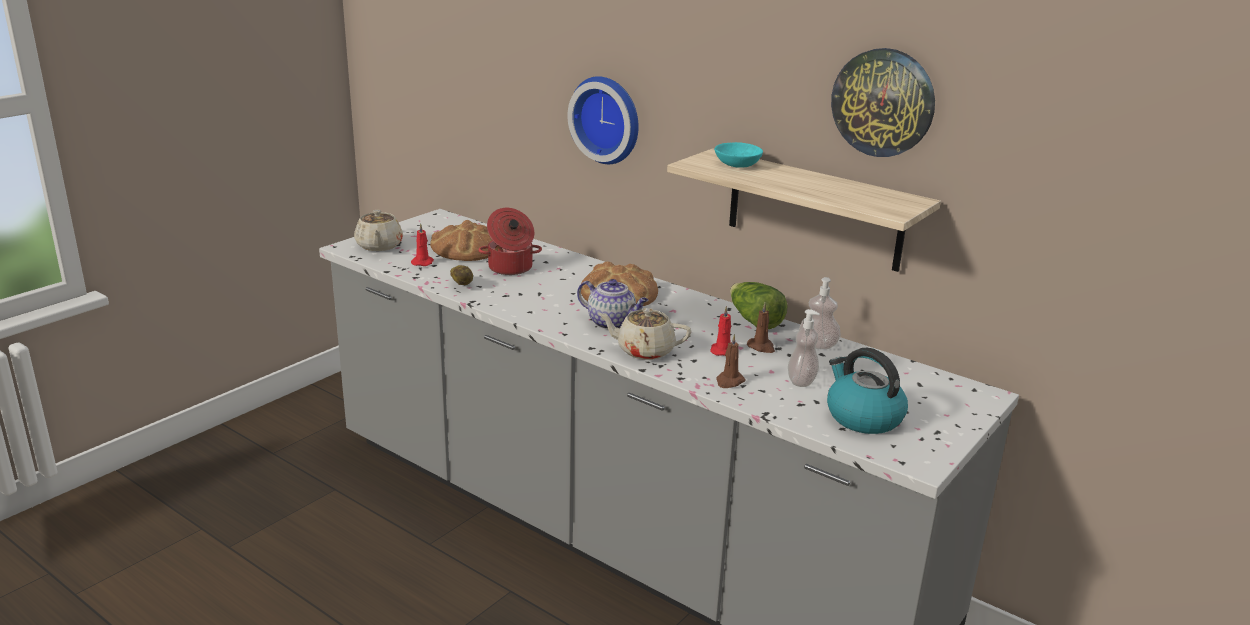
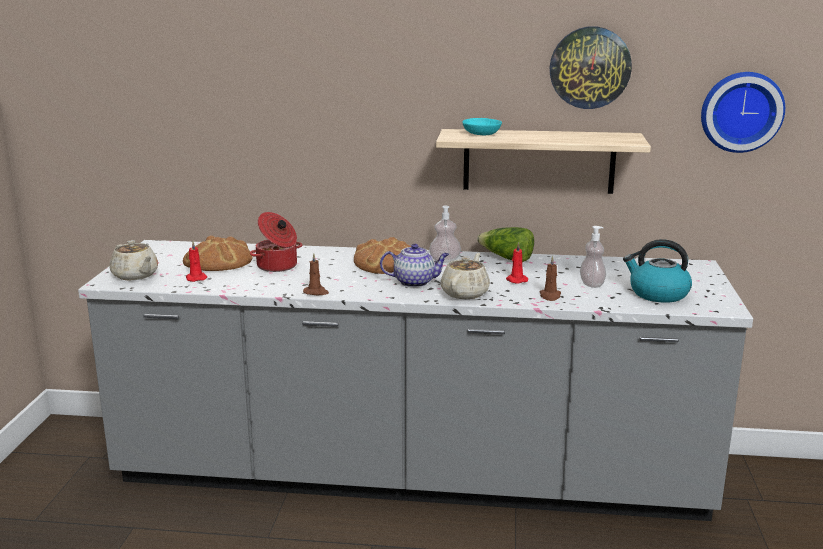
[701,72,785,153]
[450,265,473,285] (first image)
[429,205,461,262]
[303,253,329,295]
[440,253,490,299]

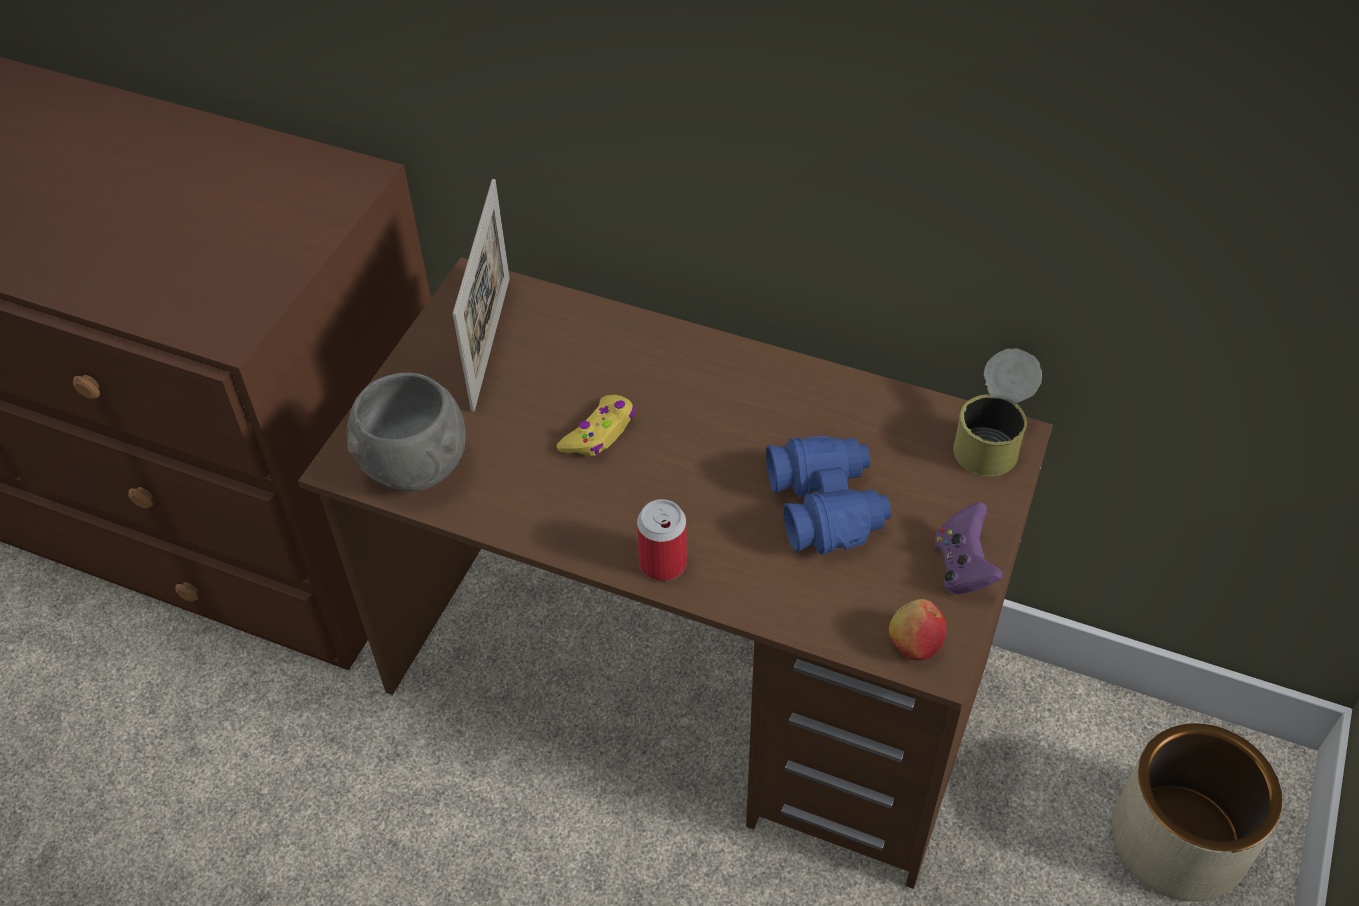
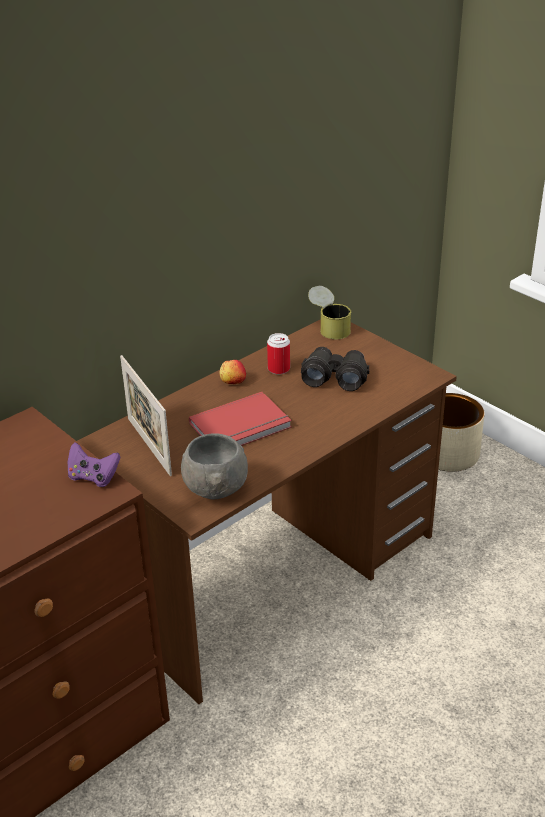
[120,355,172,476]
[189,392,292,446]
[301,347,369,391]
[267,333,290,374]
[68,443,121,487]
[219,360,246,384]

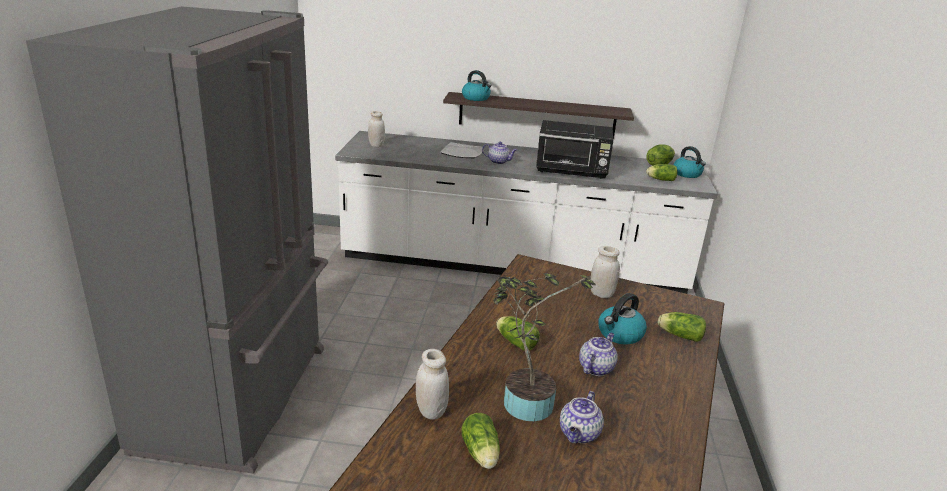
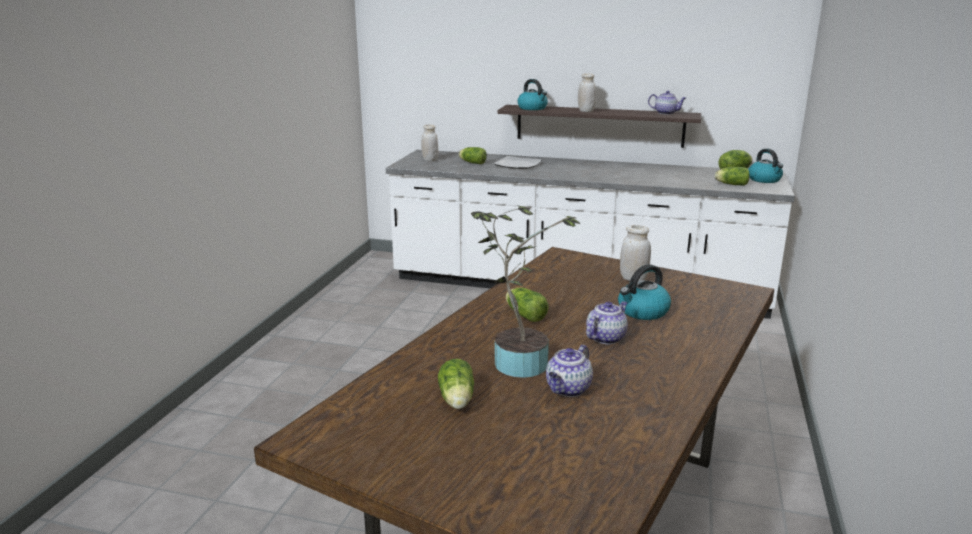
[26,6,328,474] (first image)
[536,120,613,179] (first image)
[648,91,686,115]
[459,147,487,164]
[578,73,596,112]

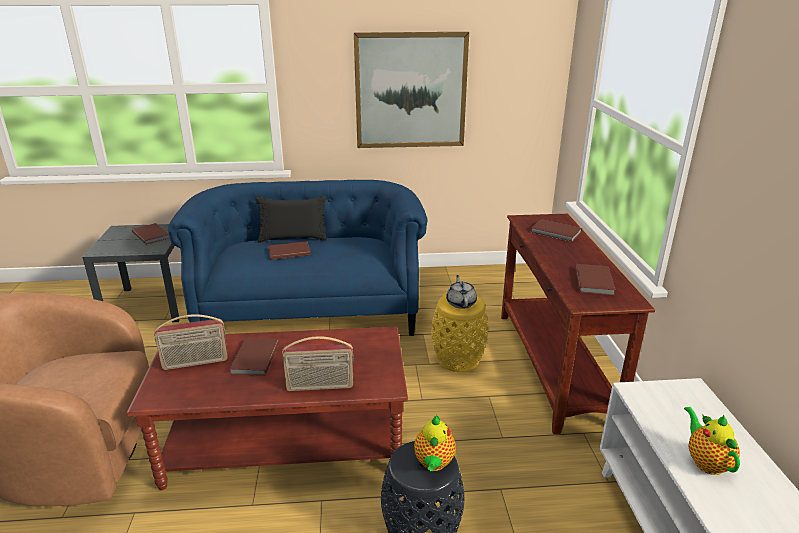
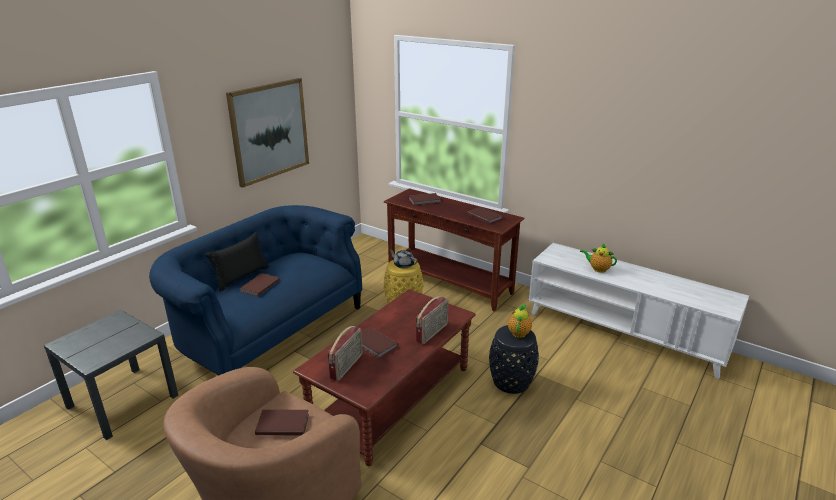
[255,410,309,435]
[508,304,532,338]

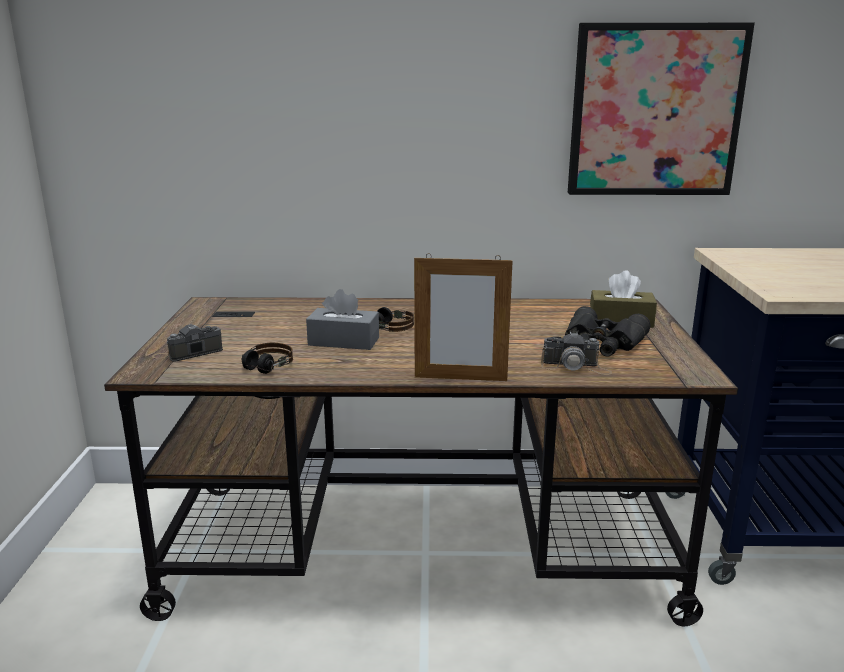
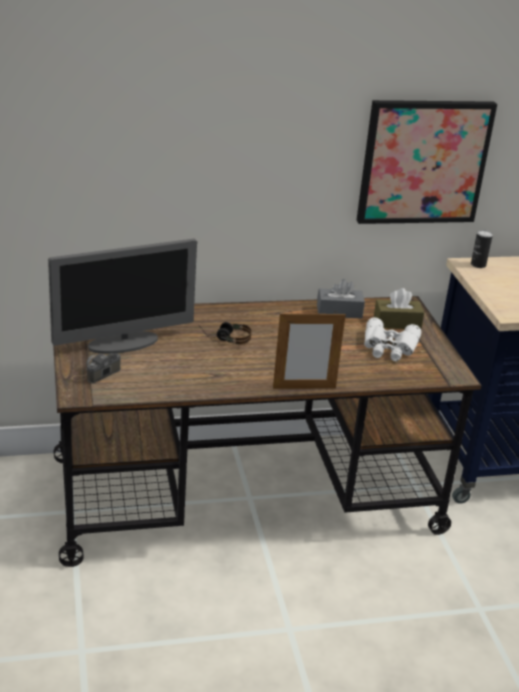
[317,279,365,319]
[364,317,421,361]
[541,332,612,375] (first image)
[242,343,293,374] (first image)
[471,230,493,268]
[48,239,197,354]

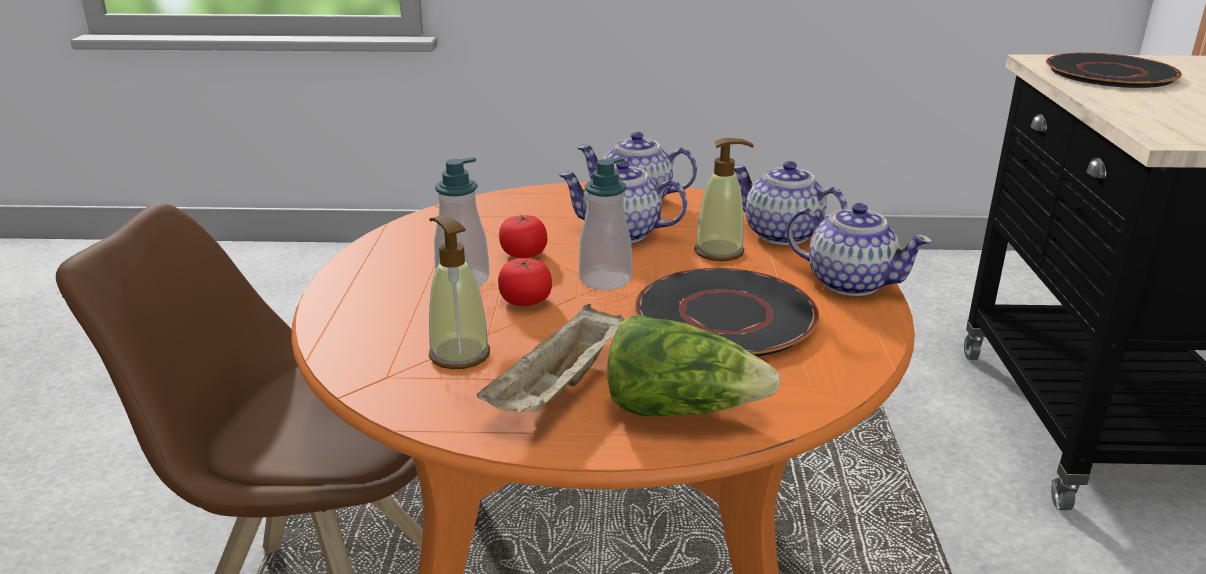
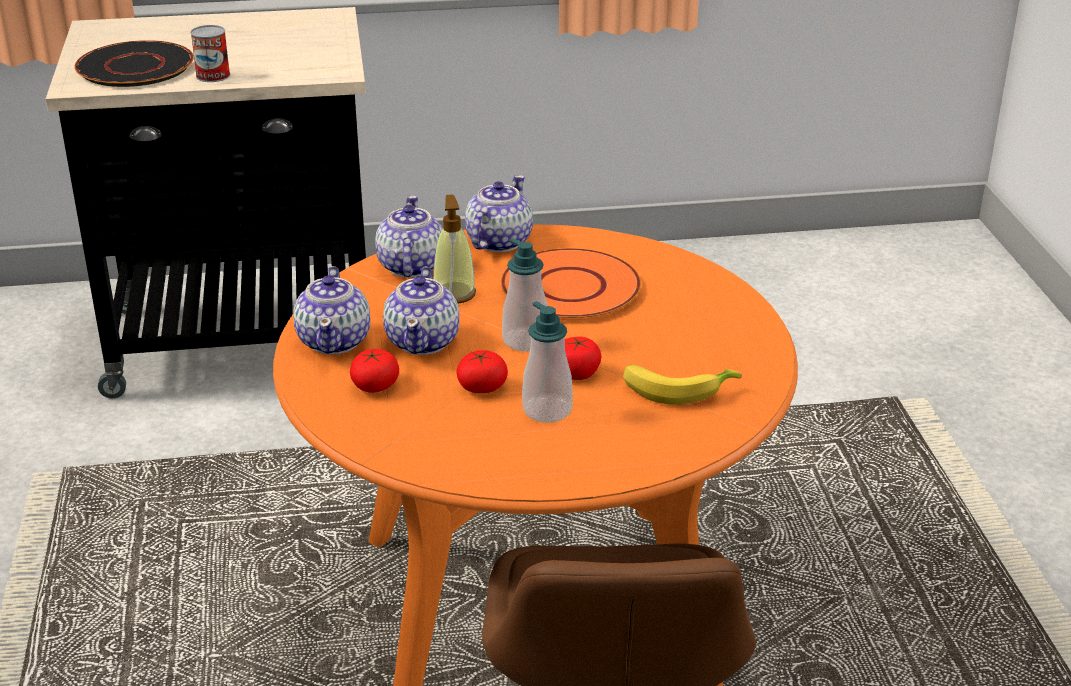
[375,196,443,277]
[623,365,742,405]
[501,248,641,320]
[477,304,625,413] (first image)
[607,315,780,416] (first image)
[190,25,230,82]
[350,349,399,393]

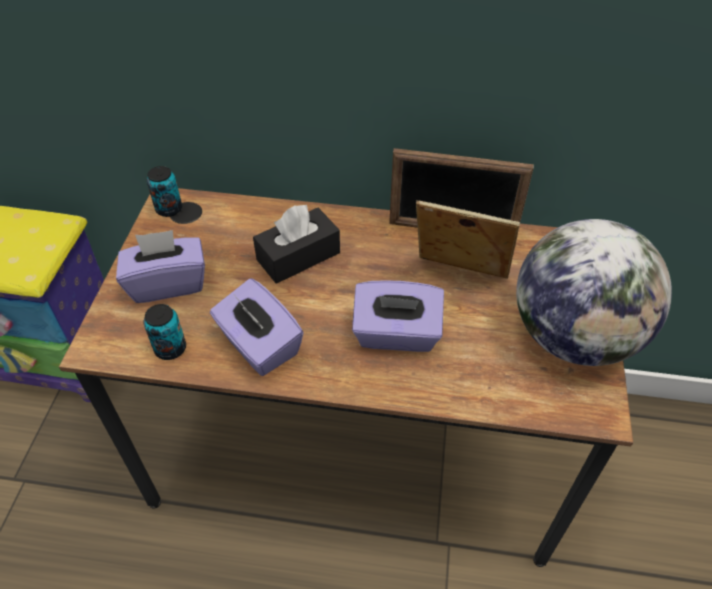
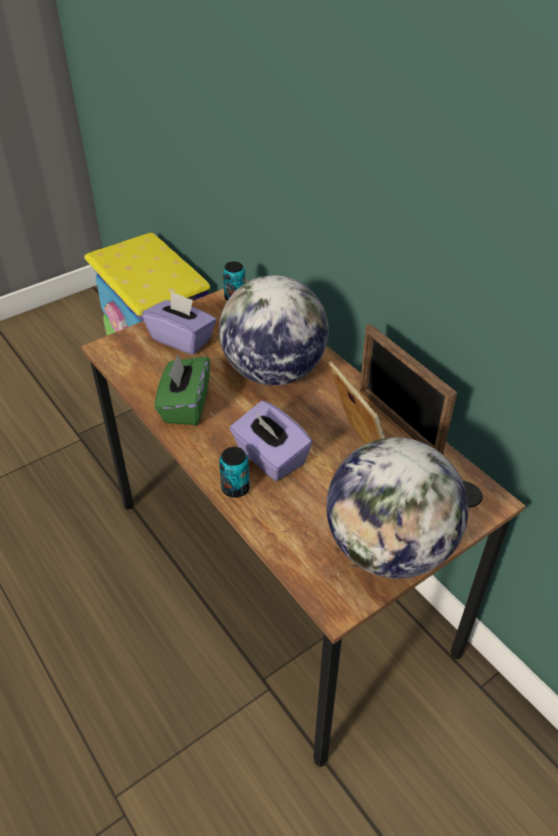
[219,275,328,386]
[155,354,210,425]
[219,447,250,498]

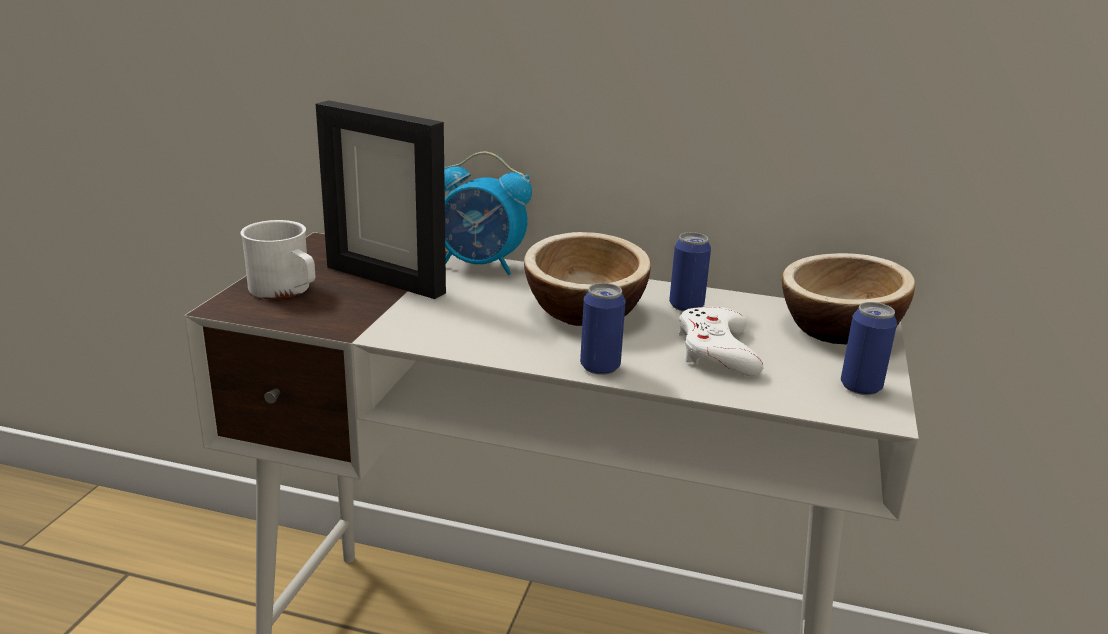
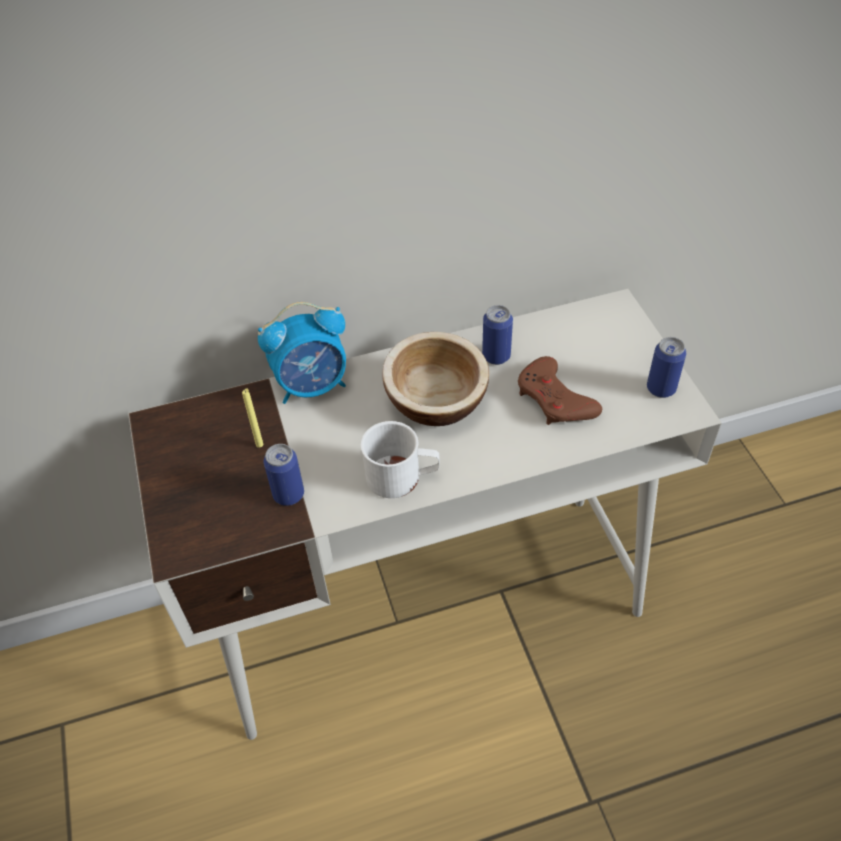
[242,389,263,448]
[360,421,440,498]
[782,253,915,345] (first image)
[264,444,304,506]
[518,356,602,425]

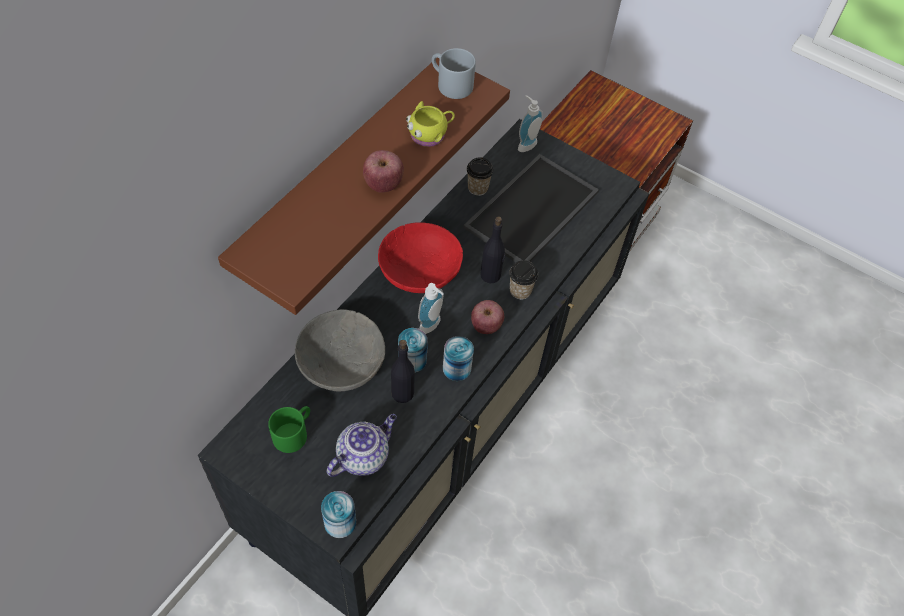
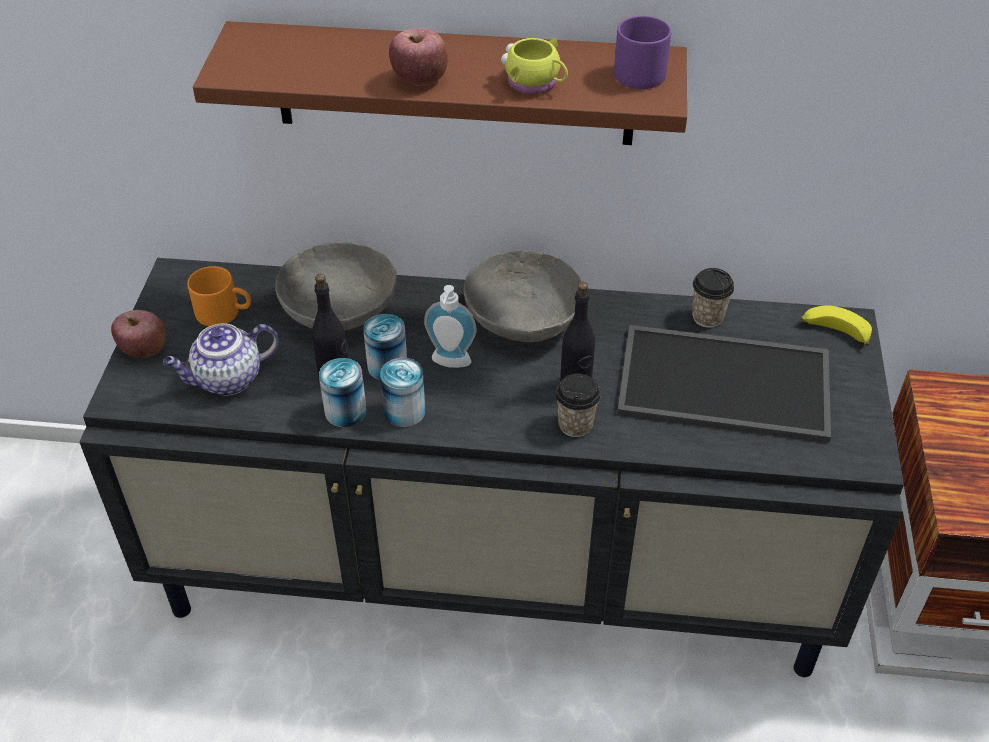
[614,16,671,89]
[801,306,872,346]
[464,250,583,342]
[111,310,166,358]
[187,266,251,326]
[163,323,279,396]
[319,358,366,427]

